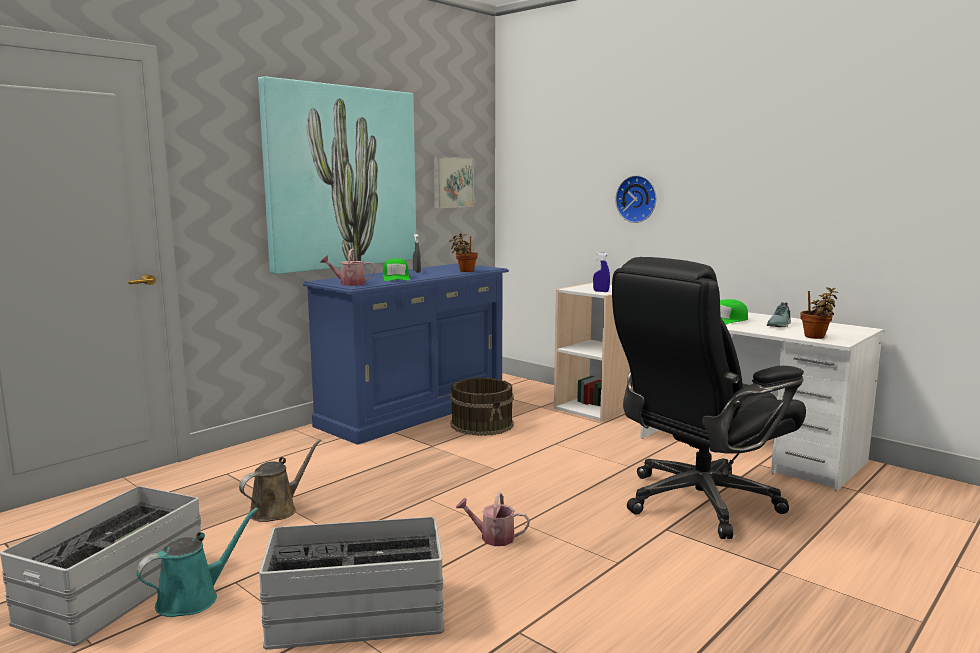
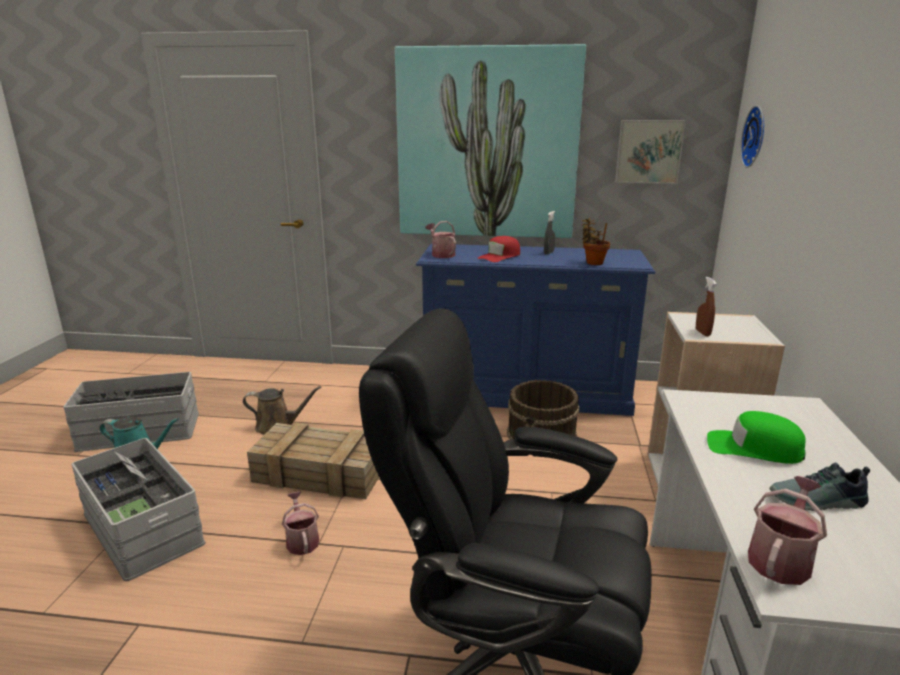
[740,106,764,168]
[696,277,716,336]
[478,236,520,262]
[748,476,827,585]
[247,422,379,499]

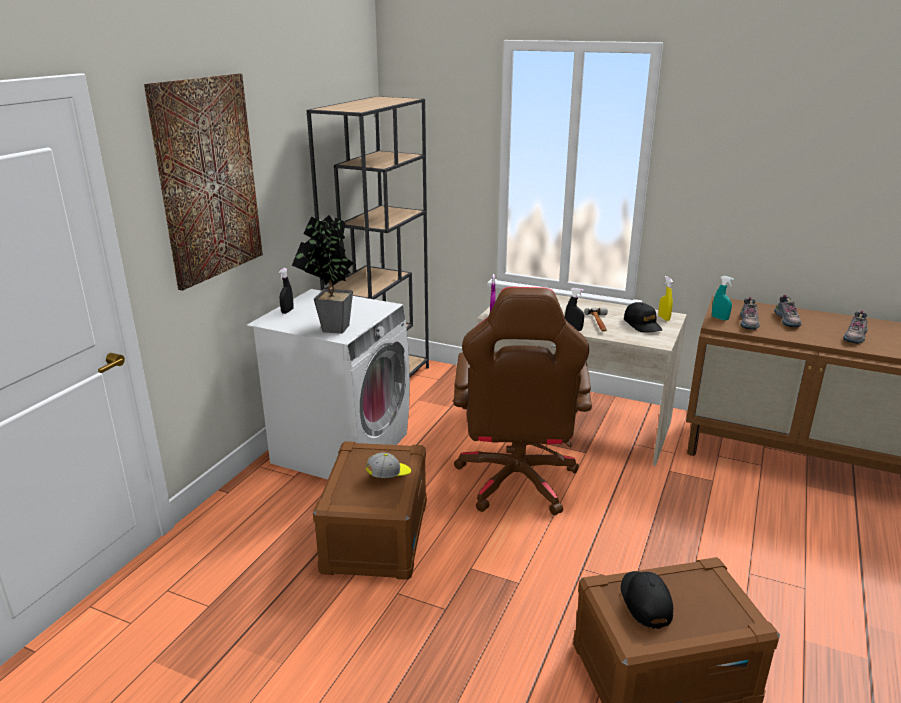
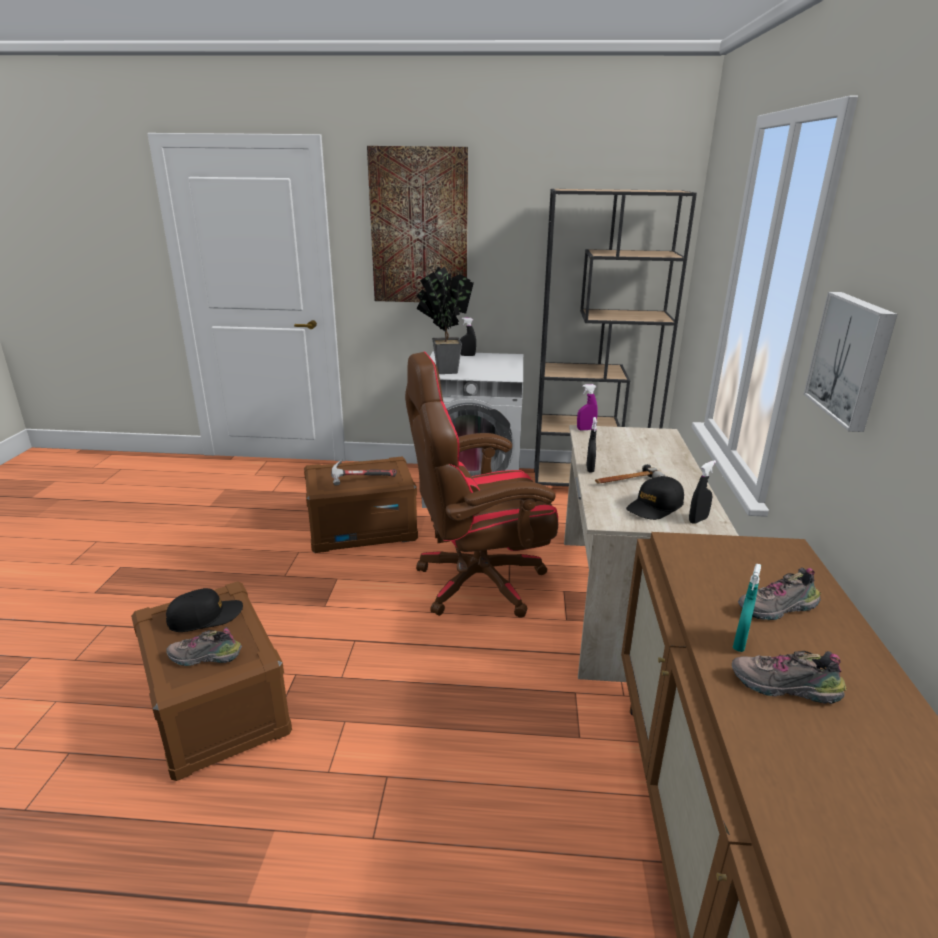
[689,460,716,524]
[733,564,761,652]
[166,627,242,666]
[331,460,397,486]
[804,292,898,432]

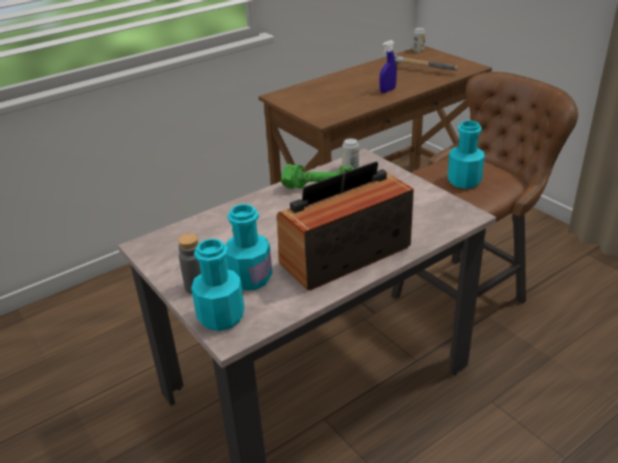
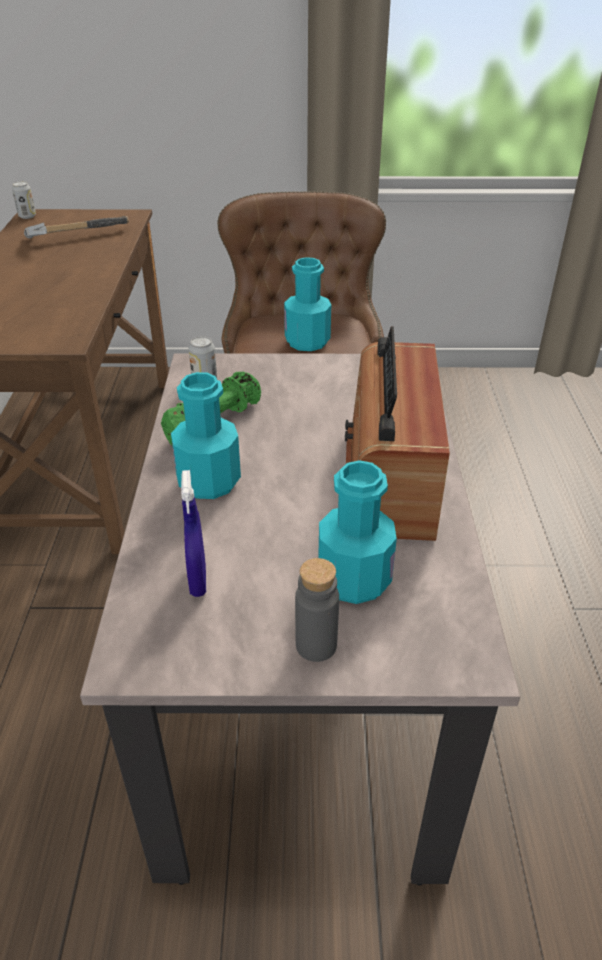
[181,470,206,597]
[171,372,241,499]

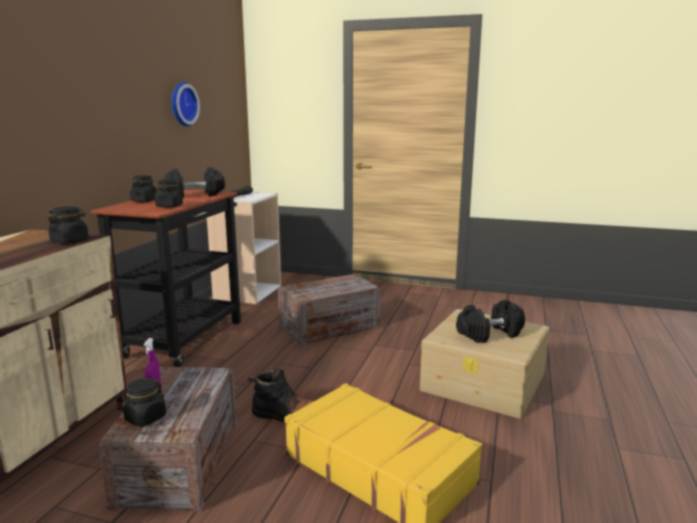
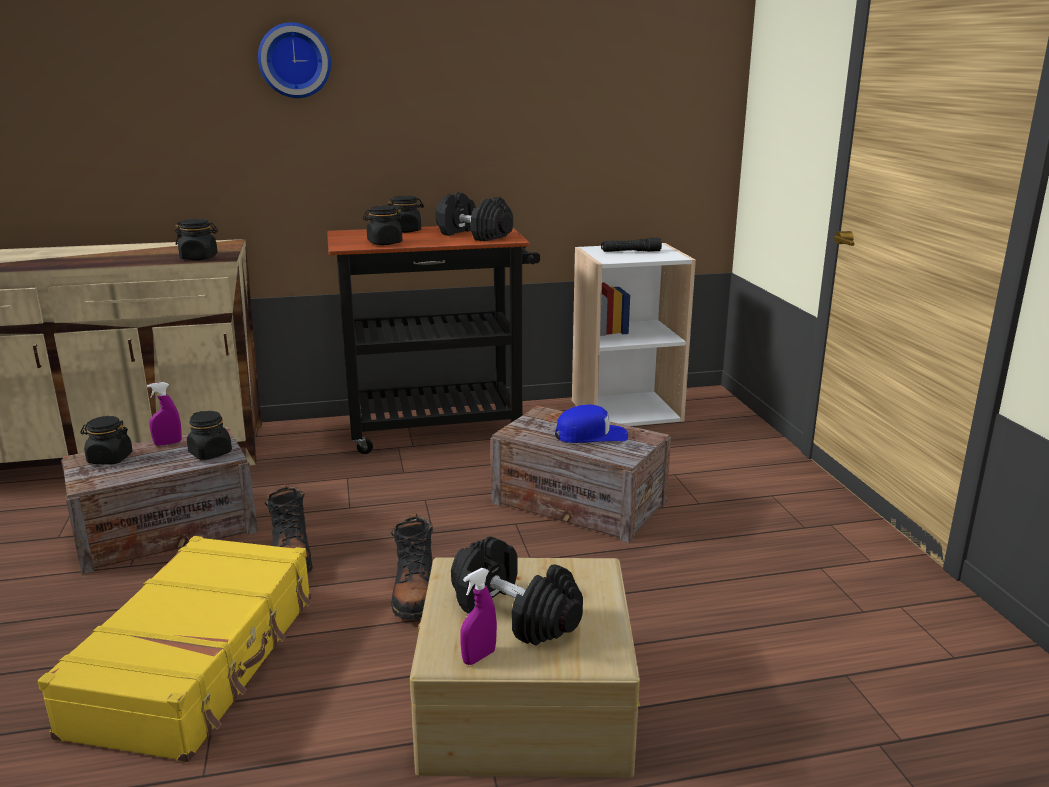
[258,22,331,98]
[555,405,628,443]
[187,411,232,460]
[391,513,433,620]
[460,568,497,665]

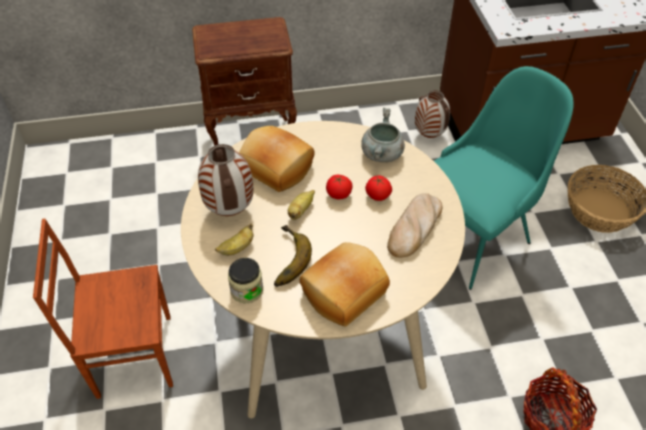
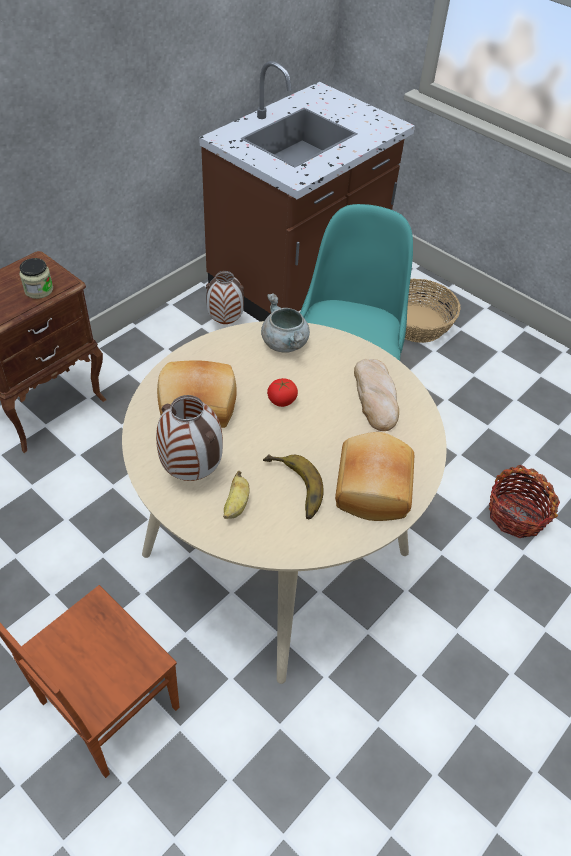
[365,175,392,201] (first image)
[288,190,315,220] (first image)
[19,258,53,299]

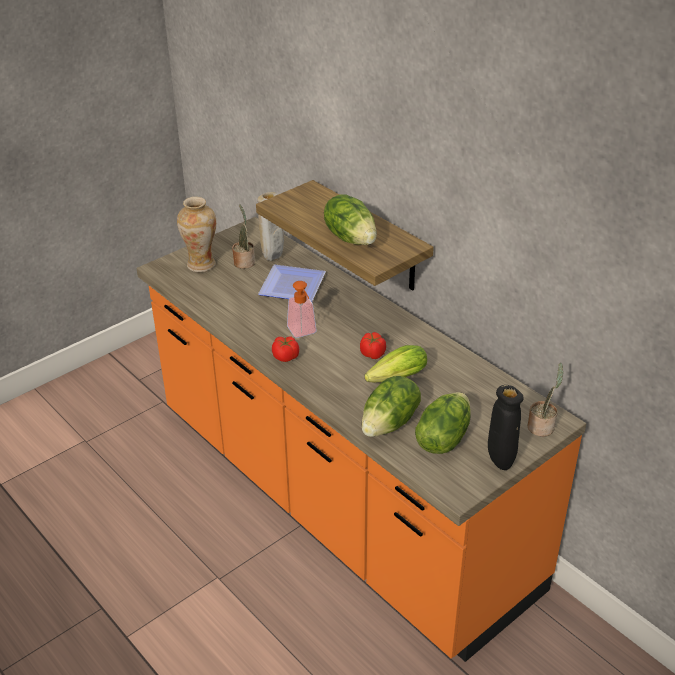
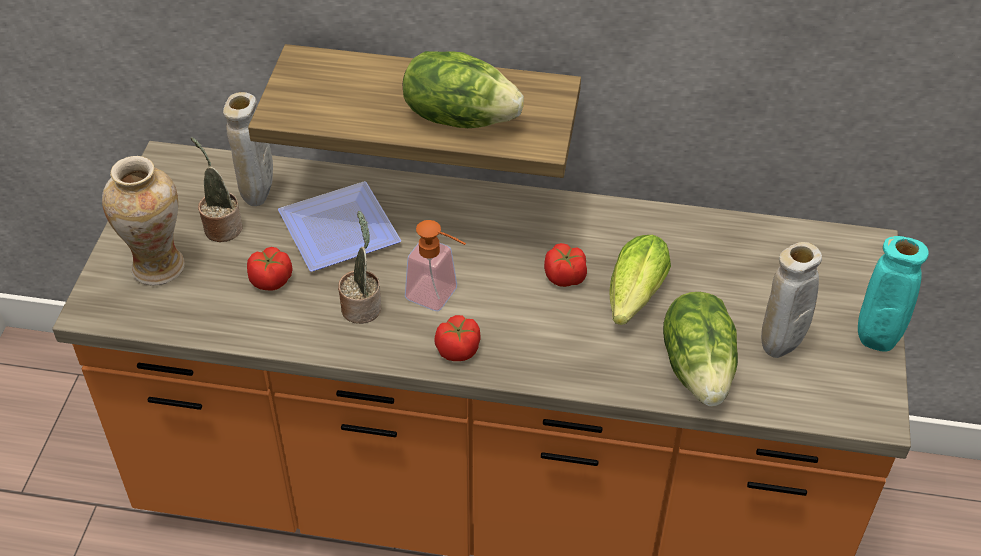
[338,211,381,324]
[858,236,929,352]
[761,242,822,358]
[247,247,292,291]

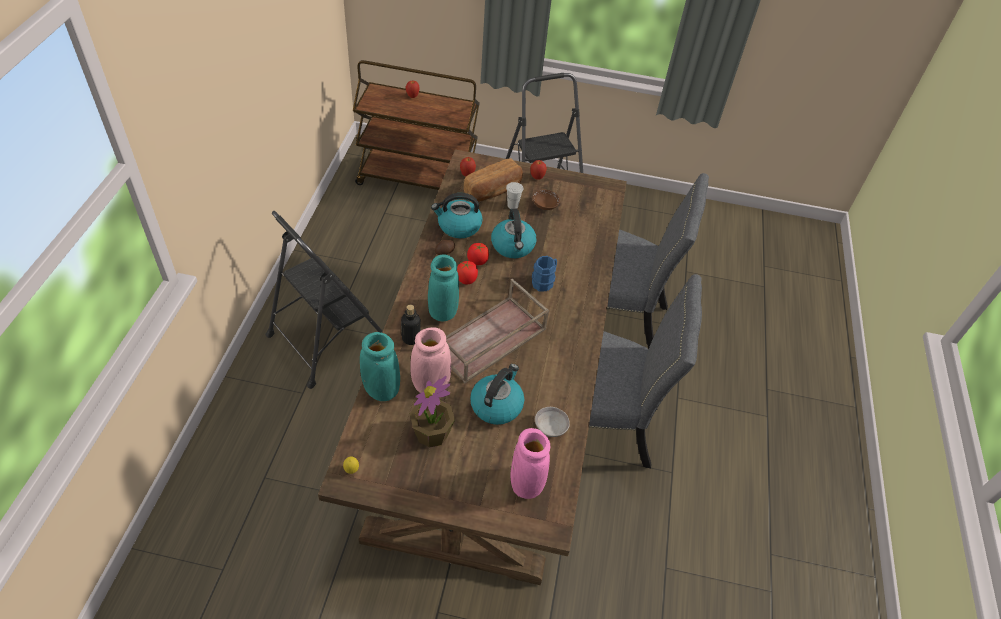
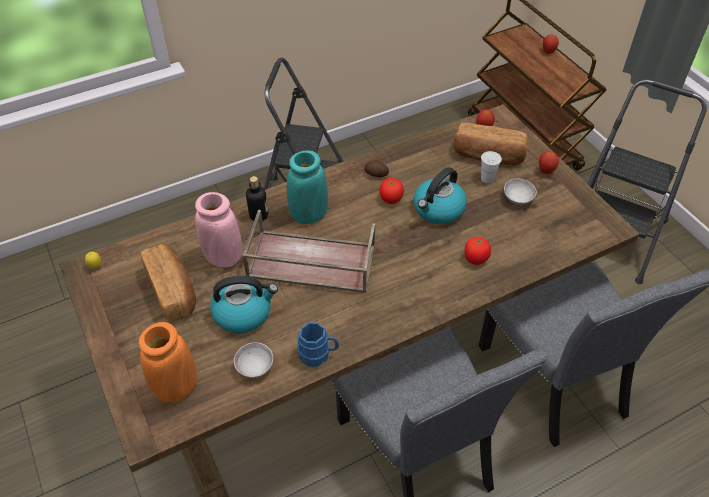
[504,179,537,205]
[431,193,483,238] (first image)
[297,322,339,367]
[465,237,491,265]
[360,332,400,401] (first image)
[141,244,196,322]
[138,322,197,403]

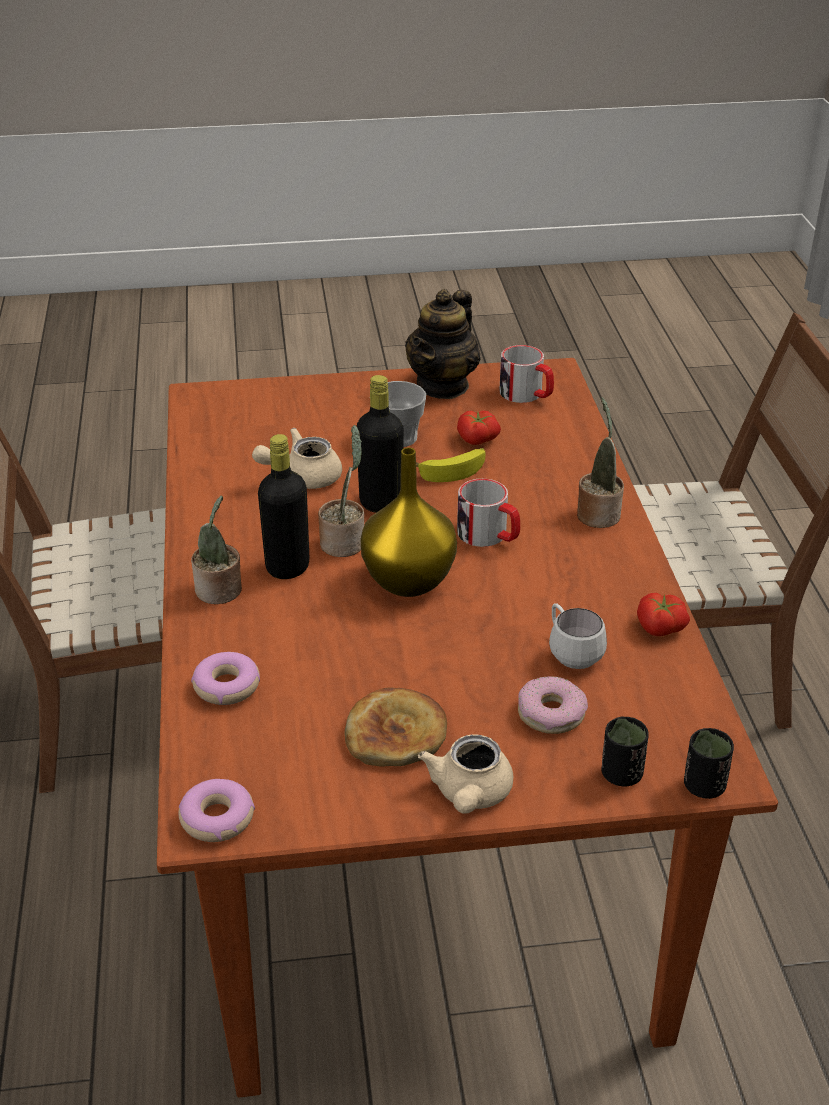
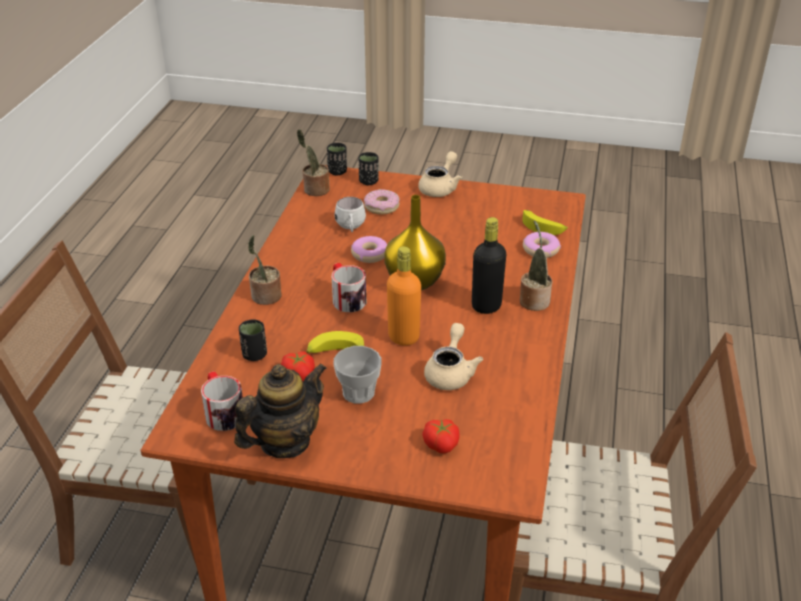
[387,246,421,346]
[297,129,330,196]
[424,323,483,390]
[422,419,459,453]
[344,687,447,767] (first image)
[351,236,387,263]
[522,210,568,235]
[239,319,267,361]

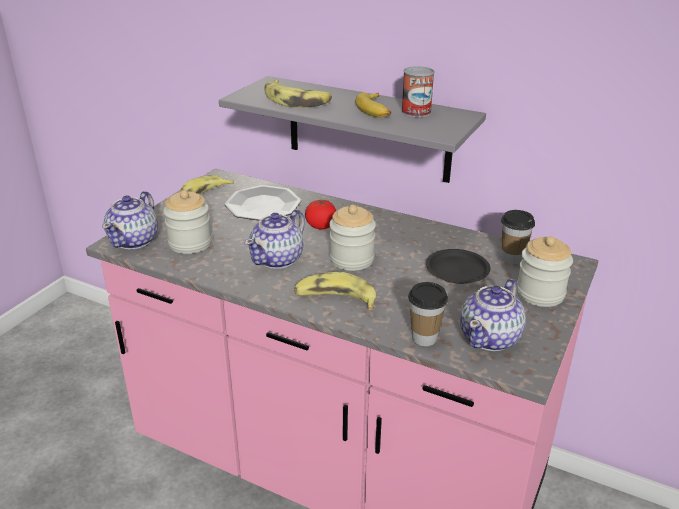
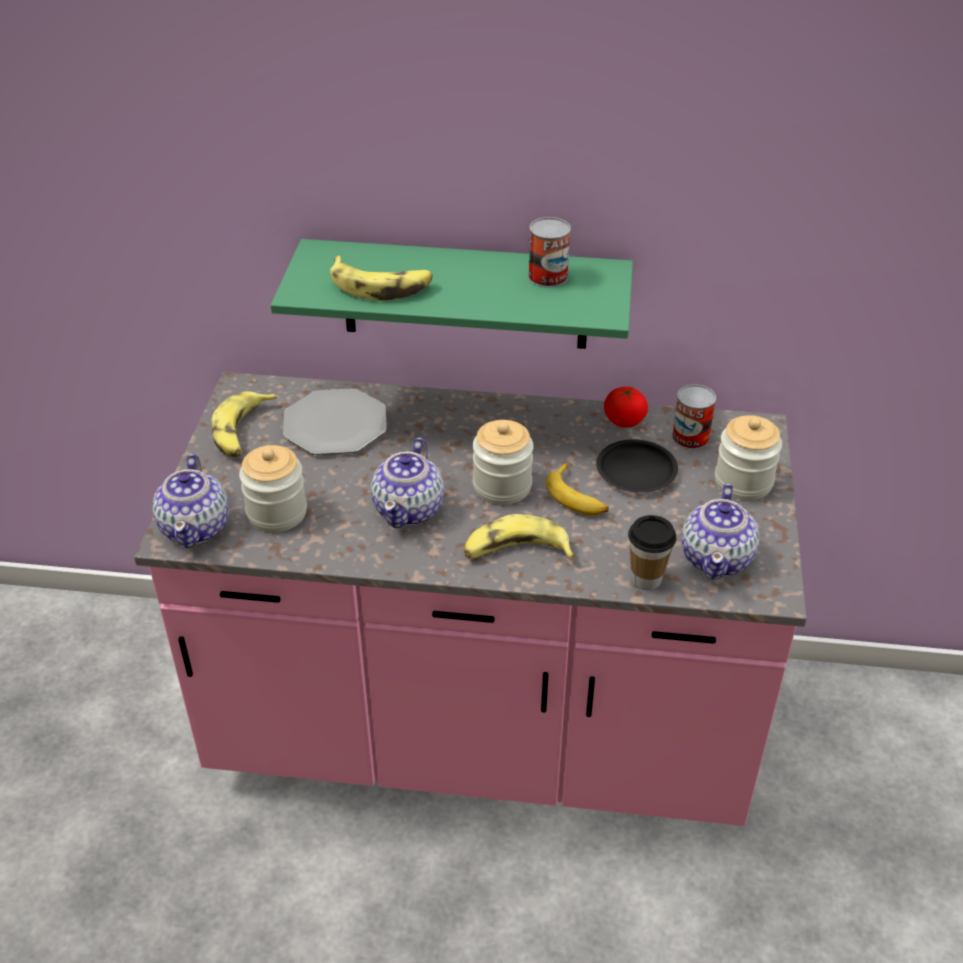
[271,239,633,349]
[546,462,609,515]
[604,387,648,427]
[672,384,716,449]

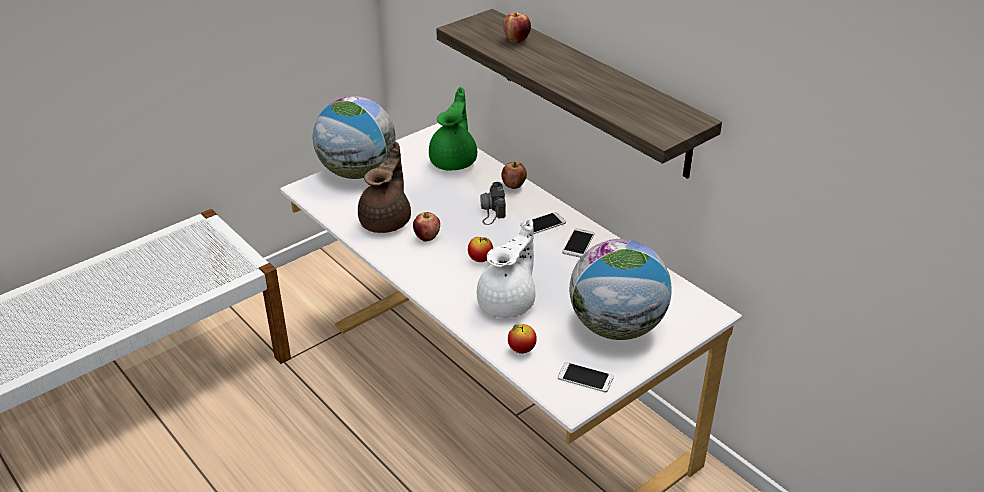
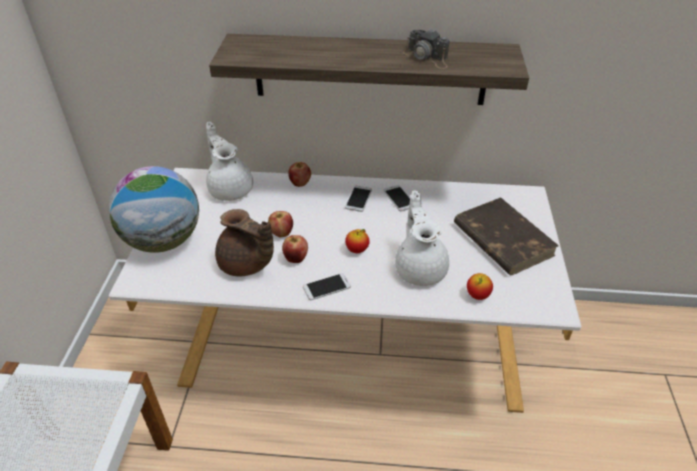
[268,211,293,237]
[206,122,253,201]
[215,209,274,276]
[403,29,449,69]
[454,197,559,275]
[303,273,351,300]

